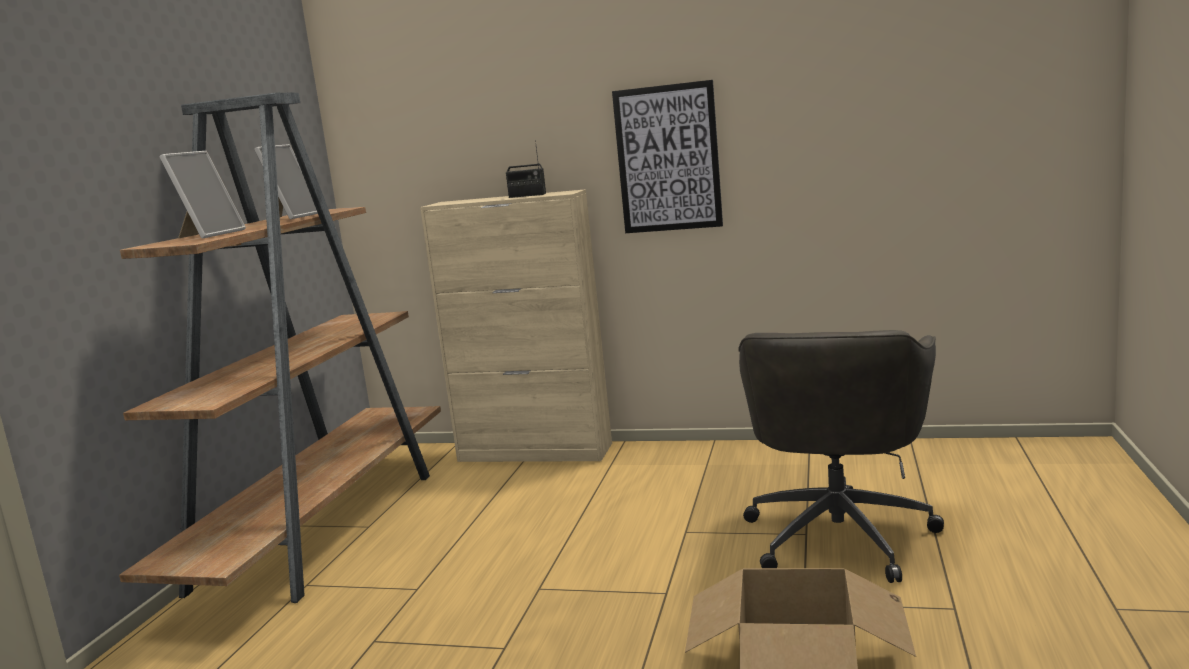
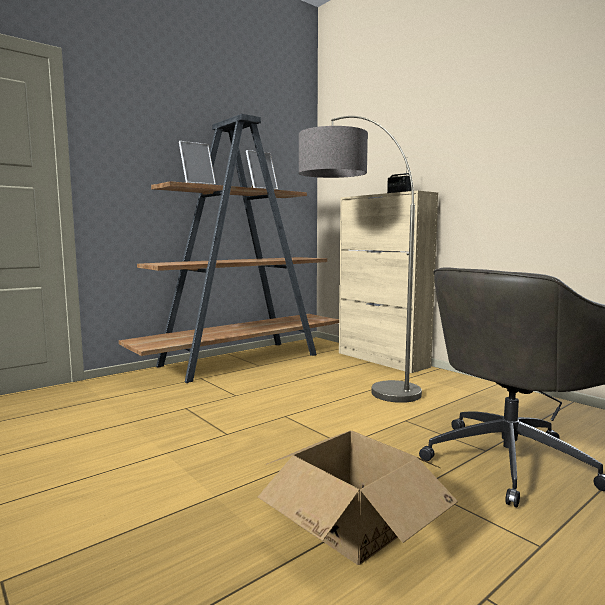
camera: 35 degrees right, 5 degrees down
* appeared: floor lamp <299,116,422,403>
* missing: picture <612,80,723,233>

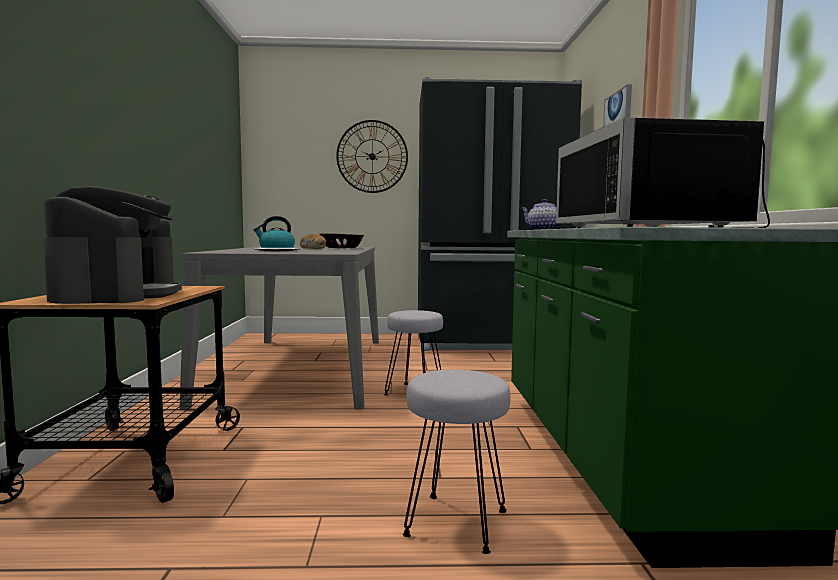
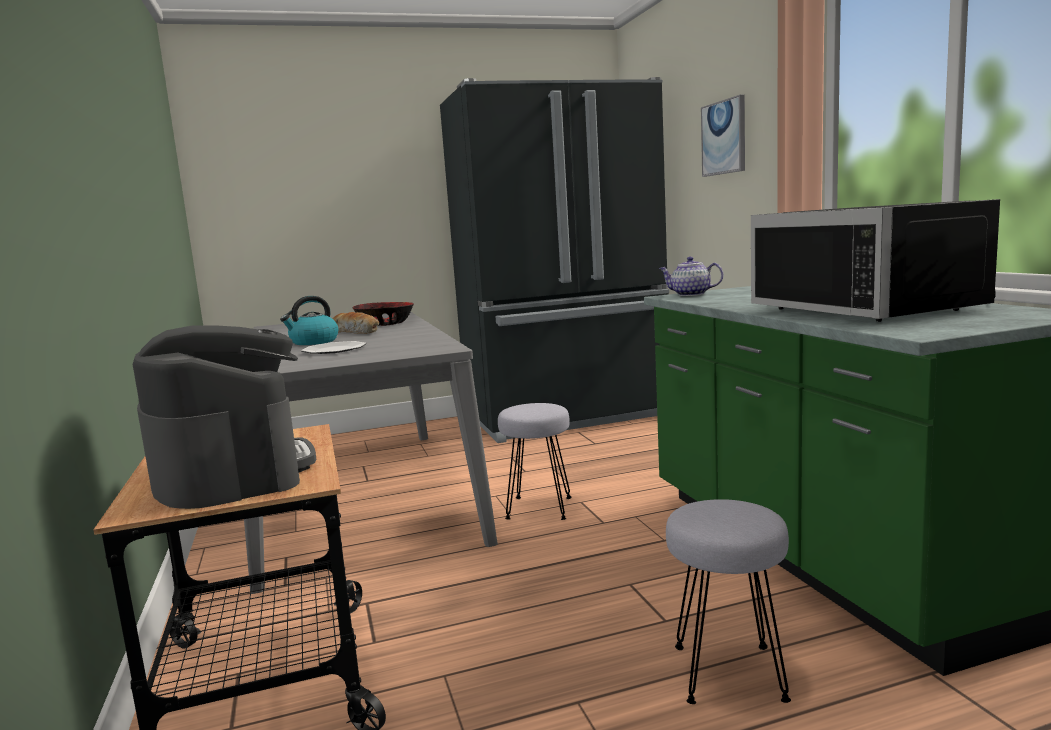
camera: 15 degrees left, 5 degrees up
* missing: wall clock <336,120,408,193>

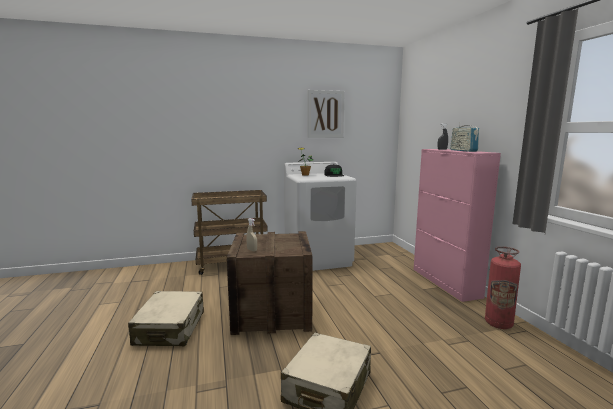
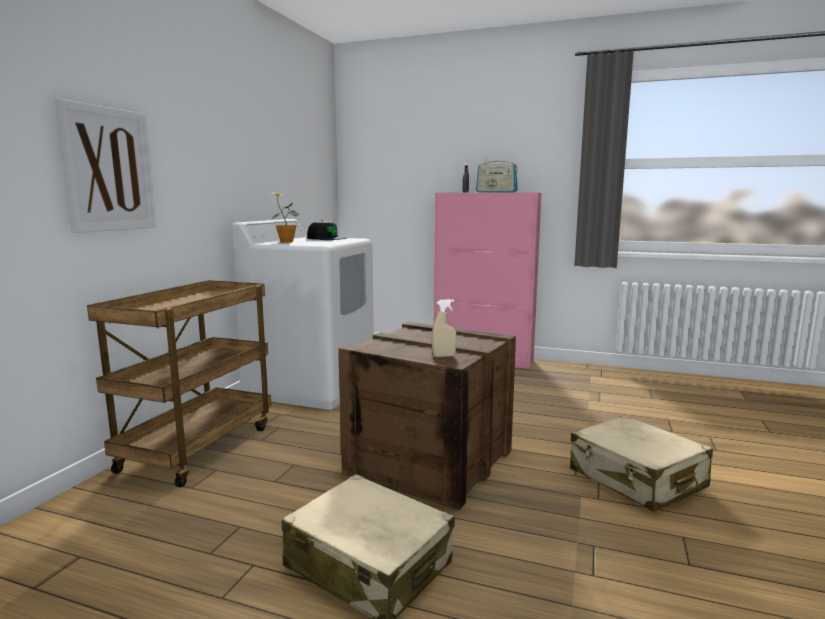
camera: 55 degrees left, 0 degrees up
* relocated: picture <308,90,345,138> to <54,98,156,233>
* missing: fire extinguisher <485,246,521,329>

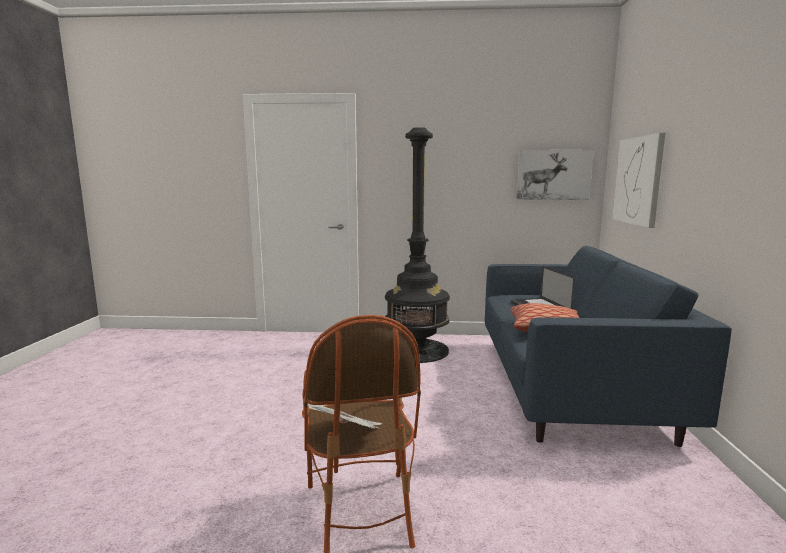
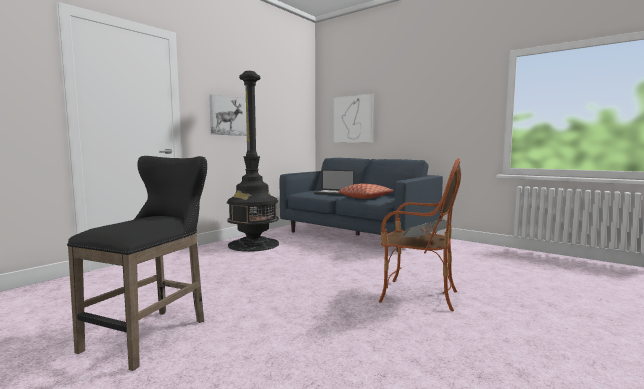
camera: 55 degrees left, 5 degrees down
* appeared: black stool <67,156,207,371>
* relocated: picture <516,150,594,200> to <209,94,257,136>

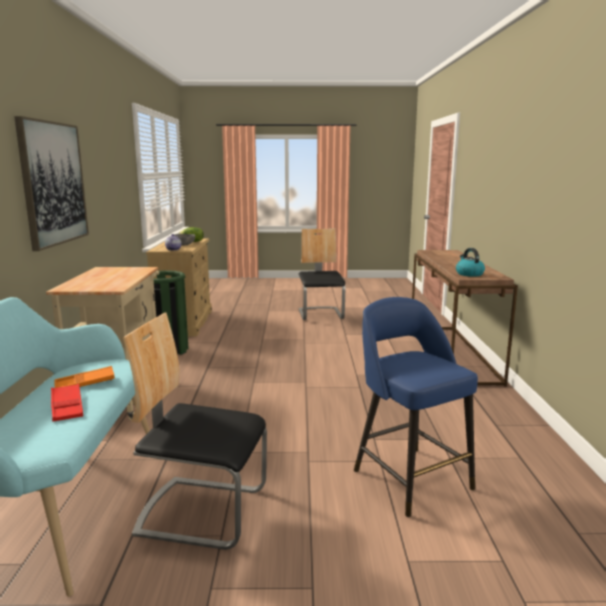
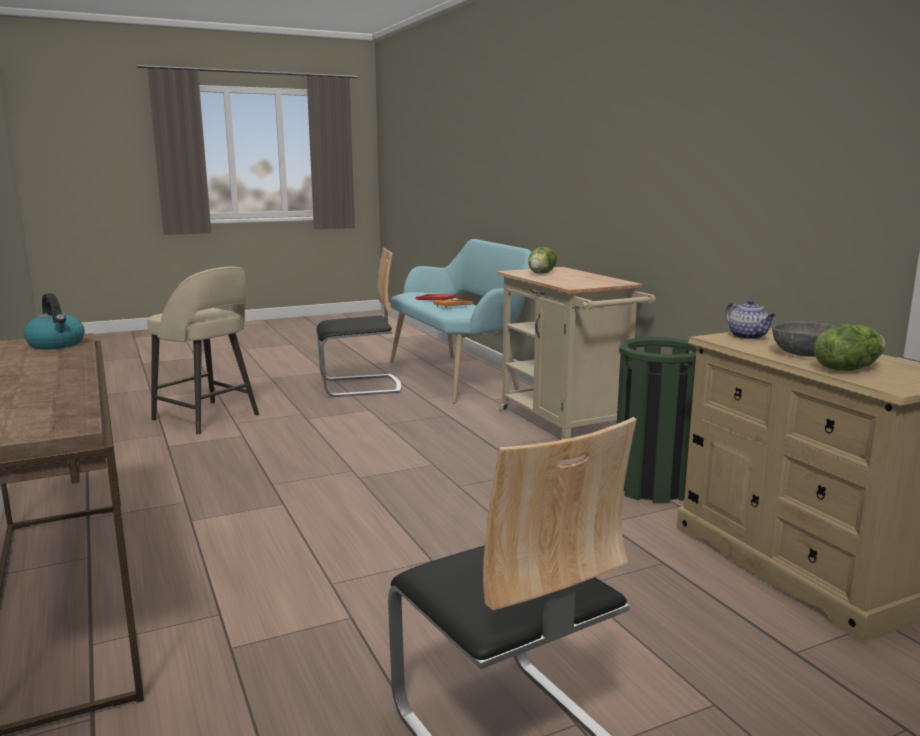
camera: 155 degrees right, 0 degrees up
* colour: blue stool <354,297,478,517> to beige stool <147,266,259,435>
* appeared: lettuce <528,247,557,274>
* missing: picture <14,116,89,251>

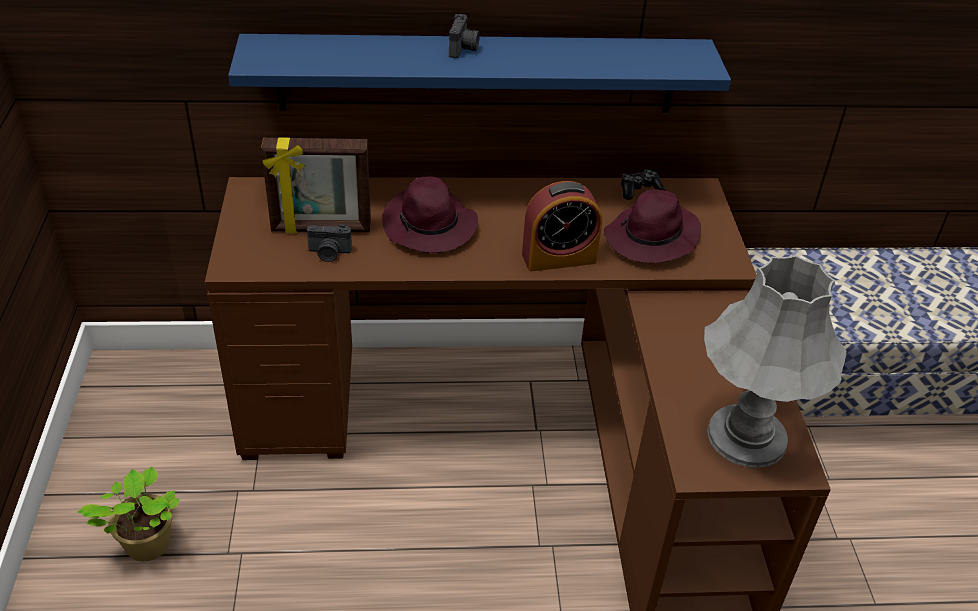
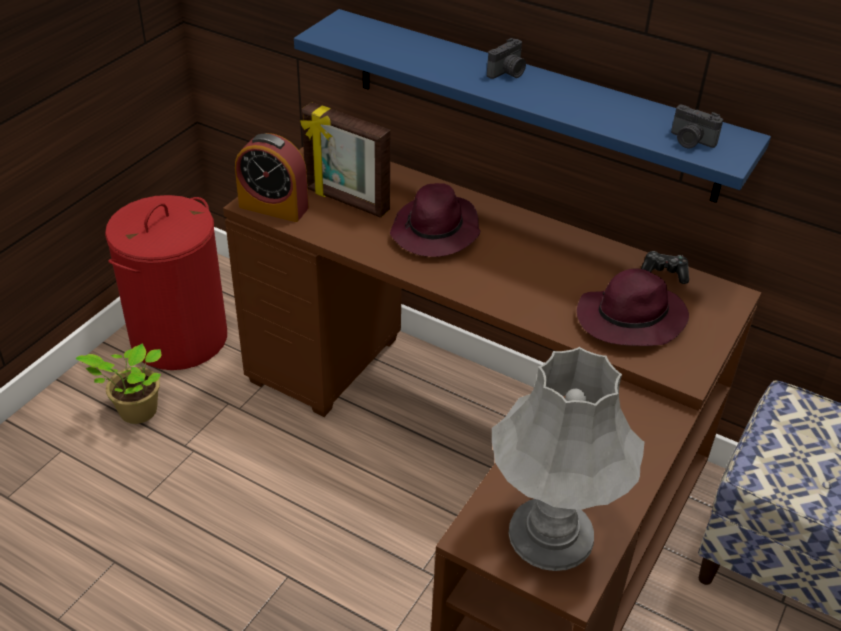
camera: 35 degrees right, 0 degrees up
* appeared: red laundry basket <105,195,227,370>
* relocated: alarm clock <522,181,602,272> to <235,133,309,222>
* relocated: photo camera <307,224,352,262> to <671,105,723,149>

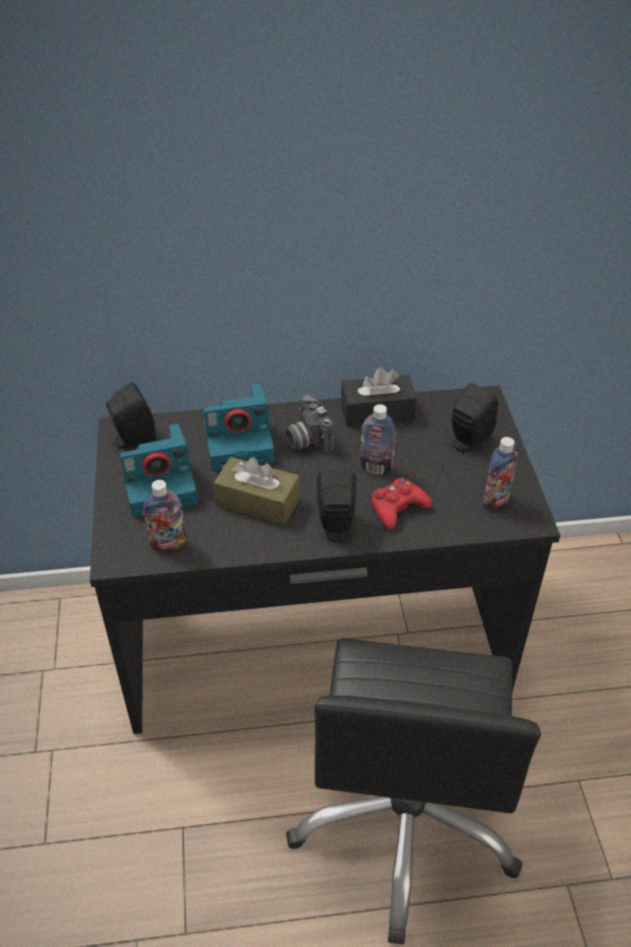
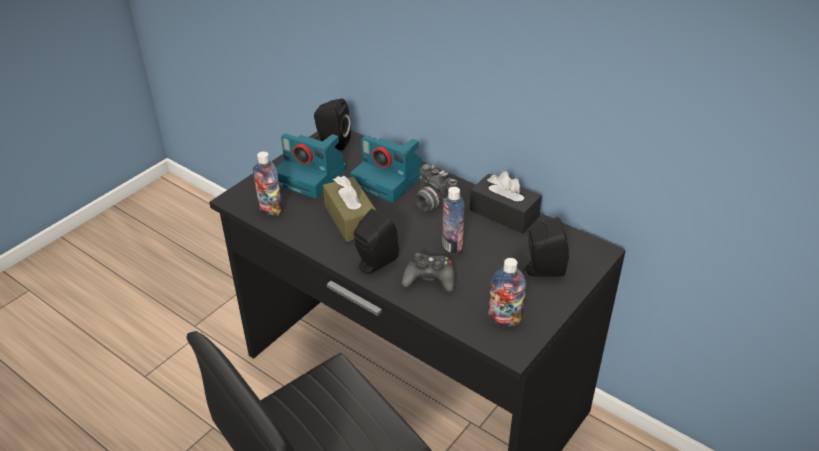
camera: 45 degrees right, 5 degrees down
* colour: red game controller <371,478,432,530> to black game controller <402,252,455,291>
* spun: photo camera <286,395,334,453> = <416,164,458,211> 60 degrees counterclockwise

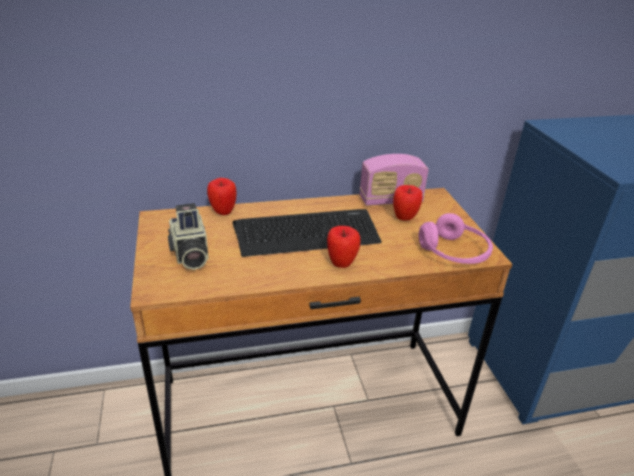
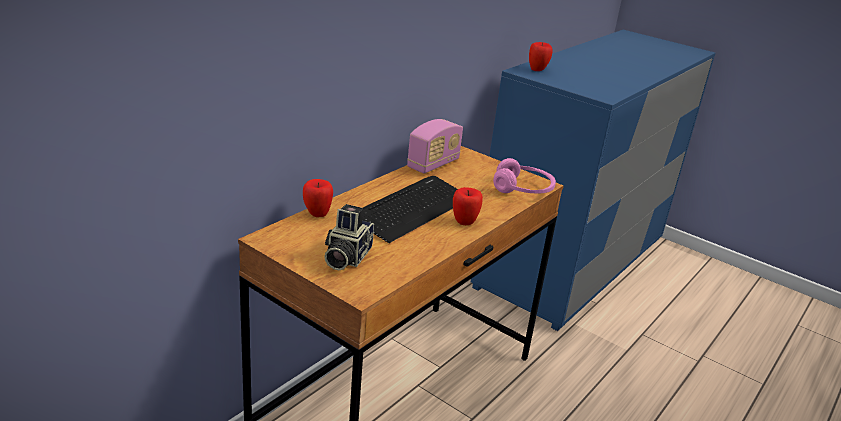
camera: 40 degrees left, 5 degrees down
* spun: photo camera <168,203,209,270> = <324,204,374,270> 75 degrees clockwise
* relocated: apple <393,185,422,221> to <529,42,553,71>

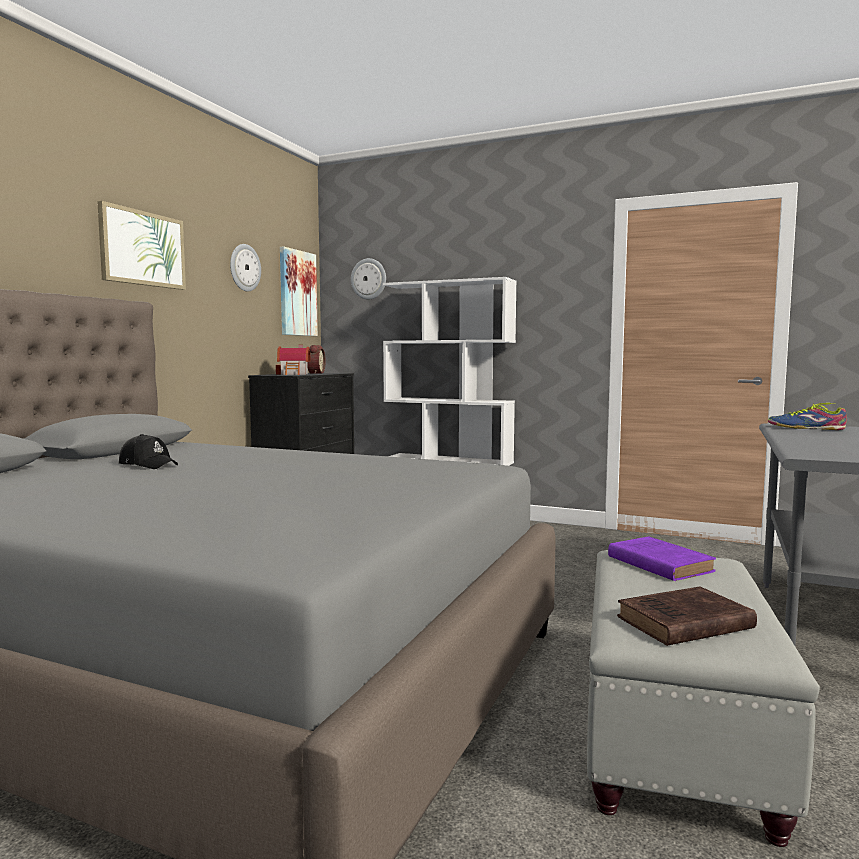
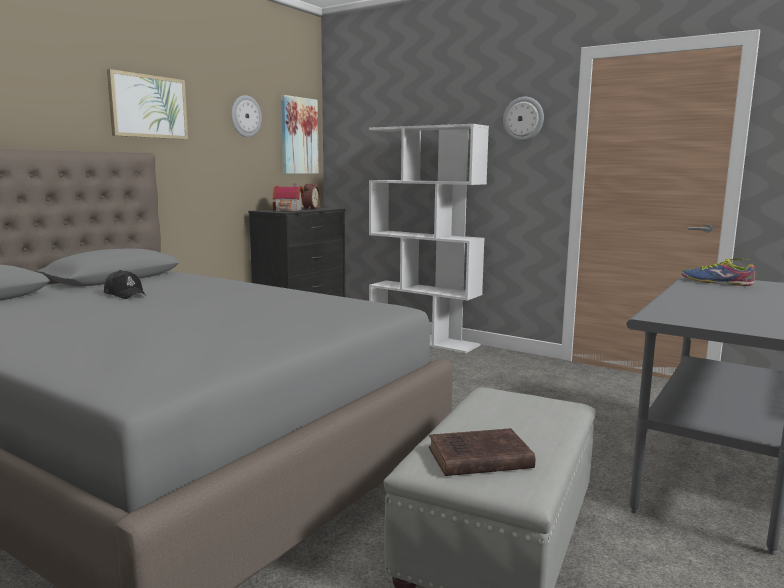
camera: 10 degrees right, 5 degrees up
* relocated: wall clock <351,258,386,299> to <503,97,544,141>
* missing: purple book <608,536,716,581>

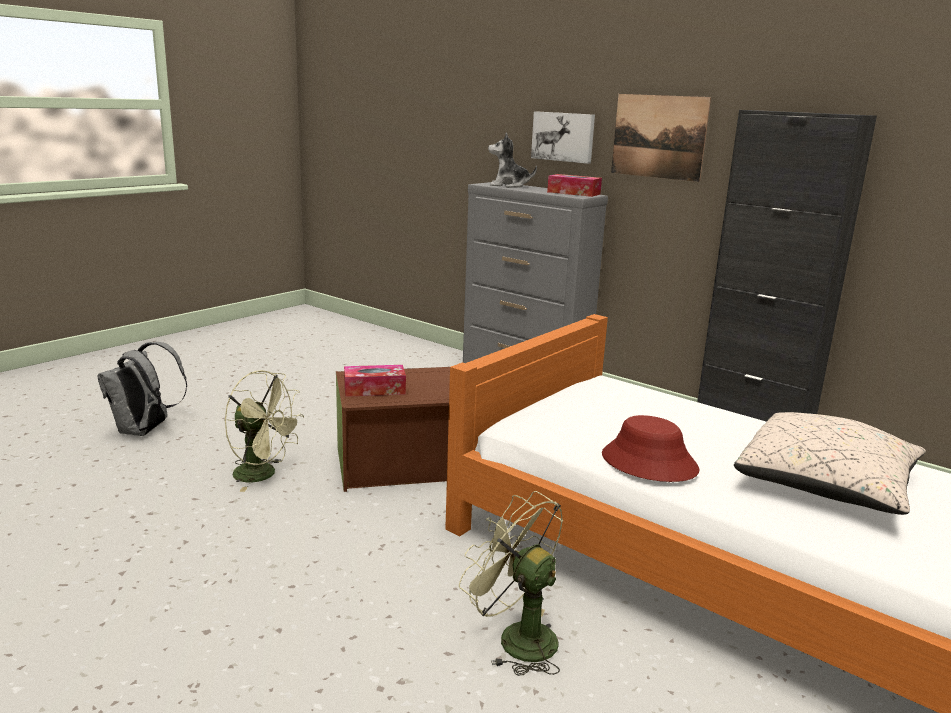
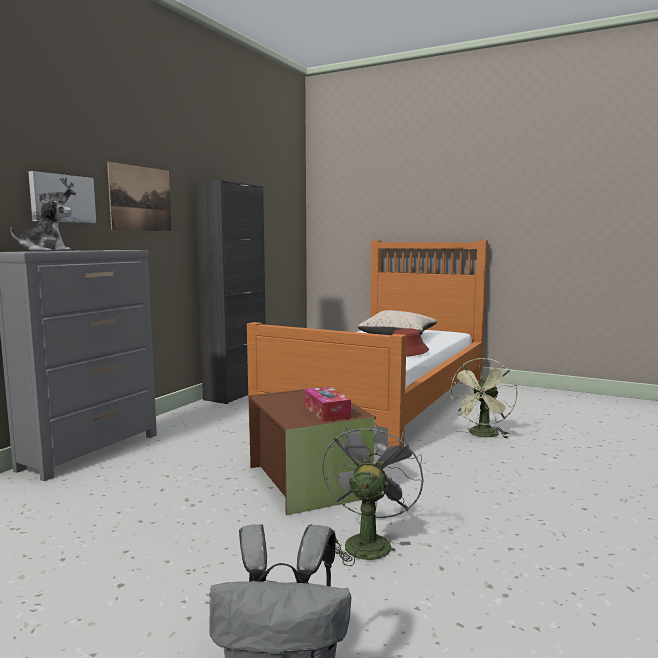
camera: 100 degrees left, 10 degrees down
* spun: plush toy <488,132,537,188> = <10,192,71,252> 120 degrees counterclockwise
* colour: green fan <224,370,304,492> to grey fan <322,420,424,566>
* missing: tissue box <547,174,602,197>

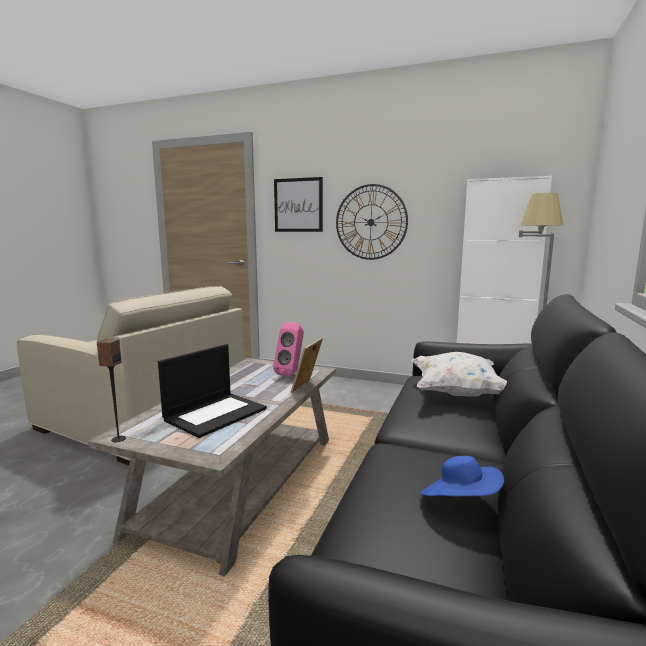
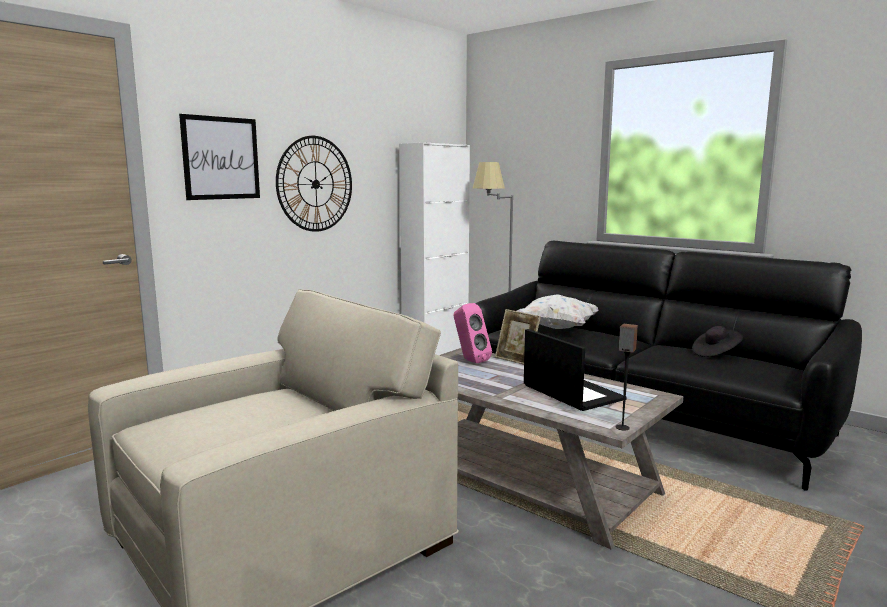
camera: 70 degrees left, 0 degrees up
* colour: blue hat <420,456,504,497> to black hat <692,326,743,357>

